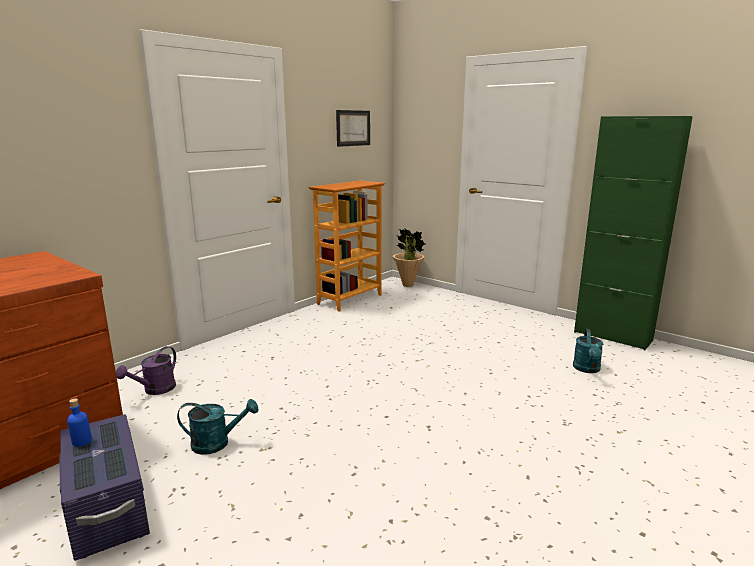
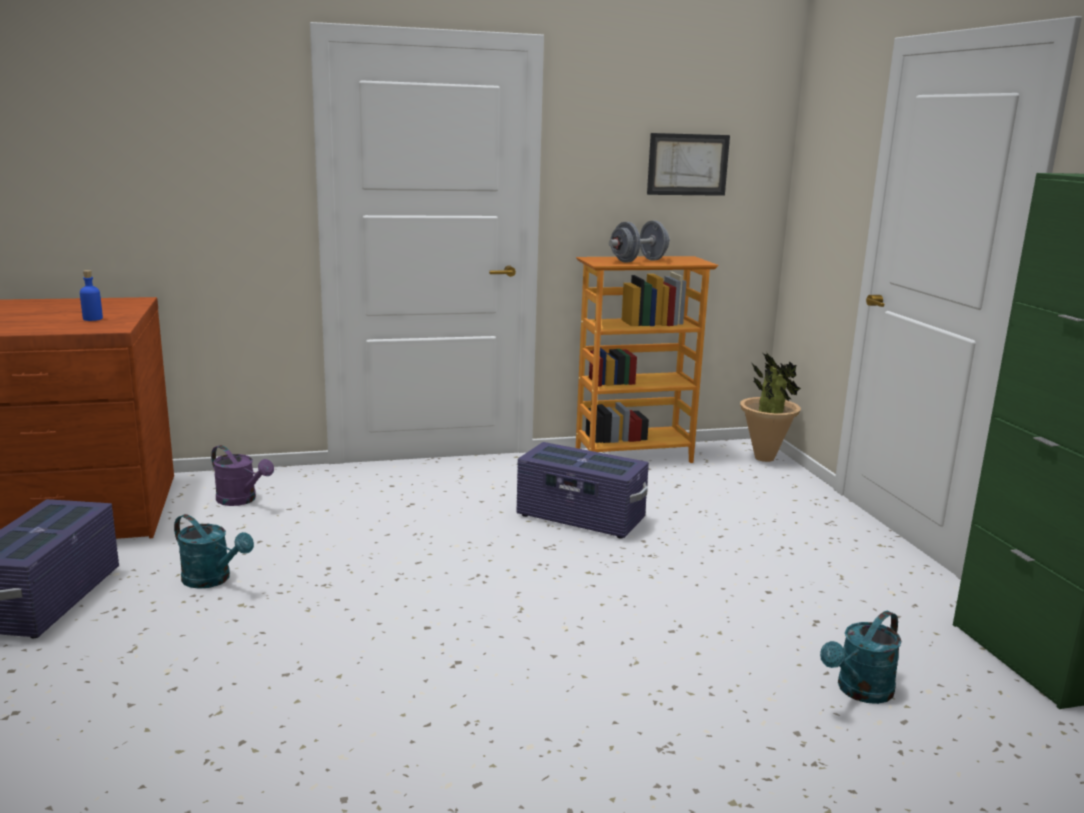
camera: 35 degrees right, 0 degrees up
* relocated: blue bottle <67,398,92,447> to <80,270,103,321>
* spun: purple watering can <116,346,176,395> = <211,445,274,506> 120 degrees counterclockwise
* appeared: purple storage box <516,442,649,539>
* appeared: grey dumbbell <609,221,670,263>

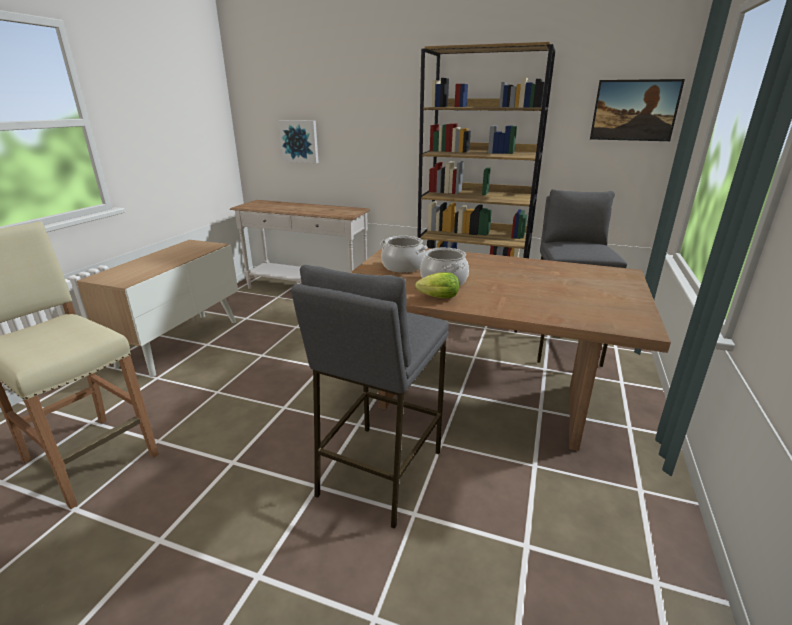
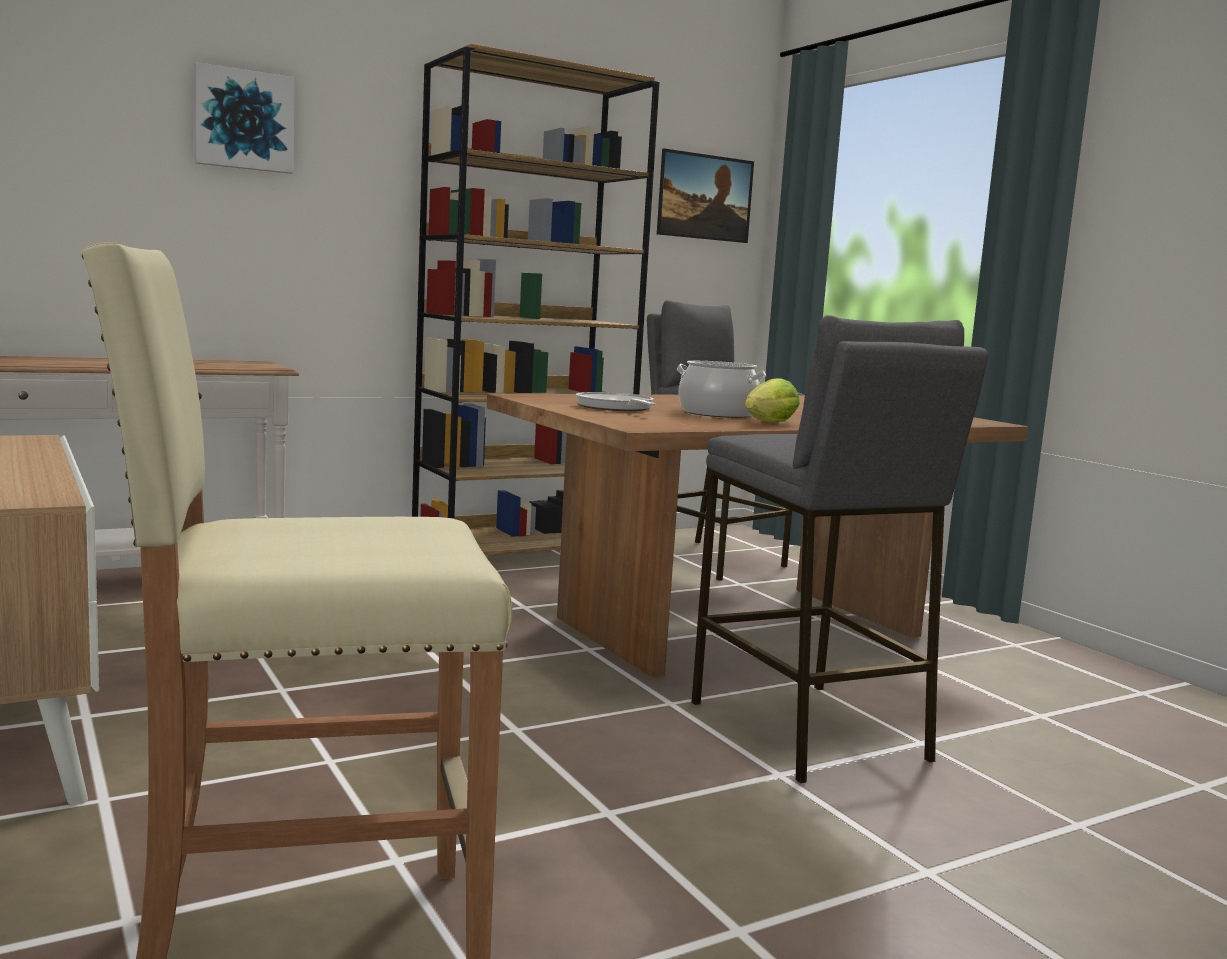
camera: 50 degrees left, 15 degrees down
* relocated: picture <278,120,319,163> to <194,62,295,174>
* exchanged: cooking pot <380,236,428,273> to frying pan <576,392,656,411>

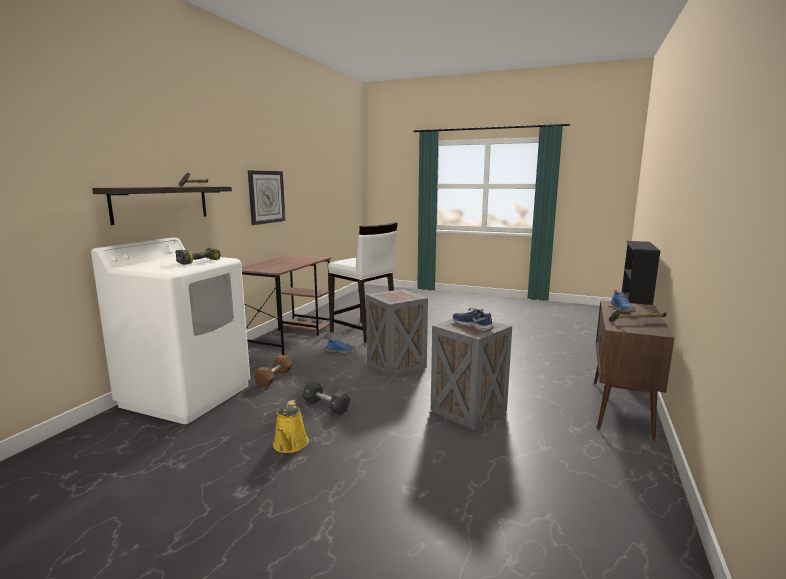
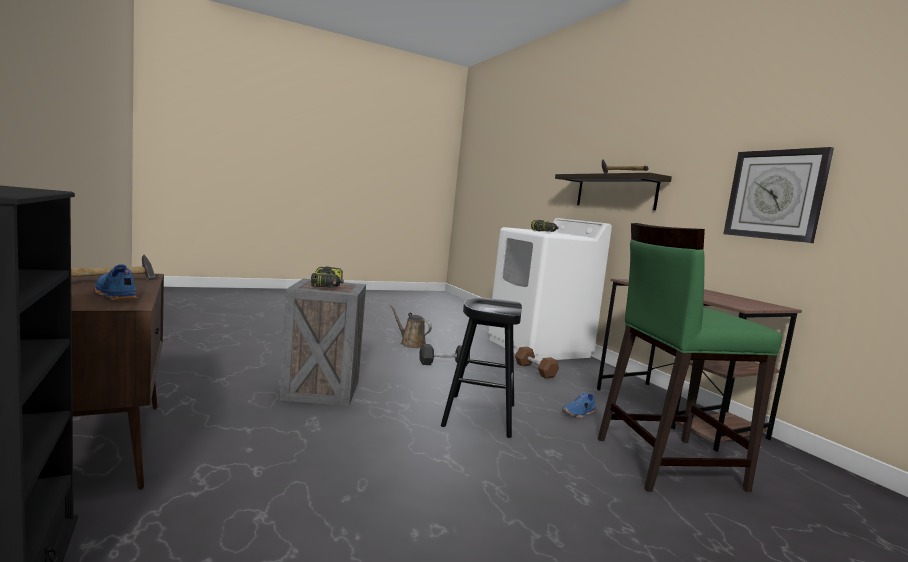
camera: 130 degrees right, 5 degrees down
* exchanged: blue shoe <453,308,494,331> to power drill <311,266,344,288>
* colour: yellow watering can <273,400,309,453> to brown watering can <390,304,432,348>
* exchanged: crate <366,289,428,378> to black stool <441,298,522,438>
* colour: white stool <328,222,398,343> to green stool <598,223,782,492>

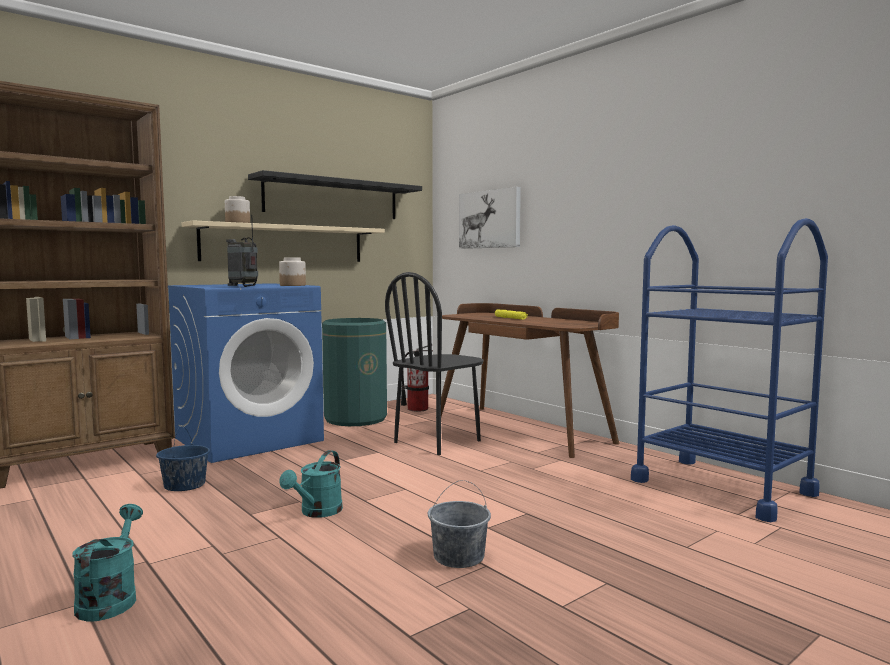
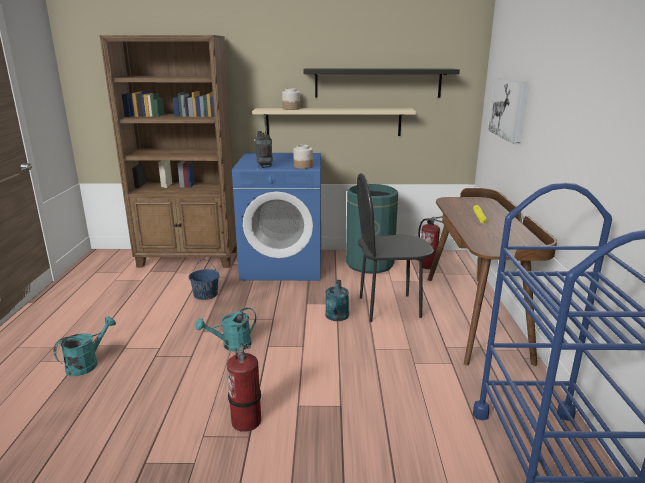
camera: 40 degrees right, 15 degrees up
* exchanged: grey bucket <428,480,491,568> to fire extinguisher <227,343,261,432>
* appeared: turquoise watering can <325,280,349,321>

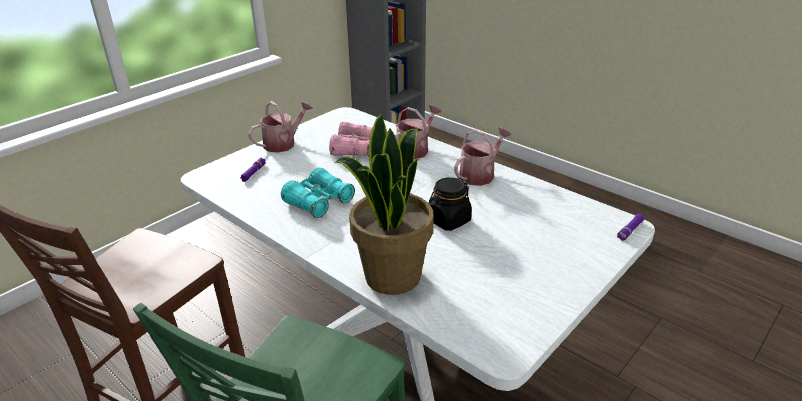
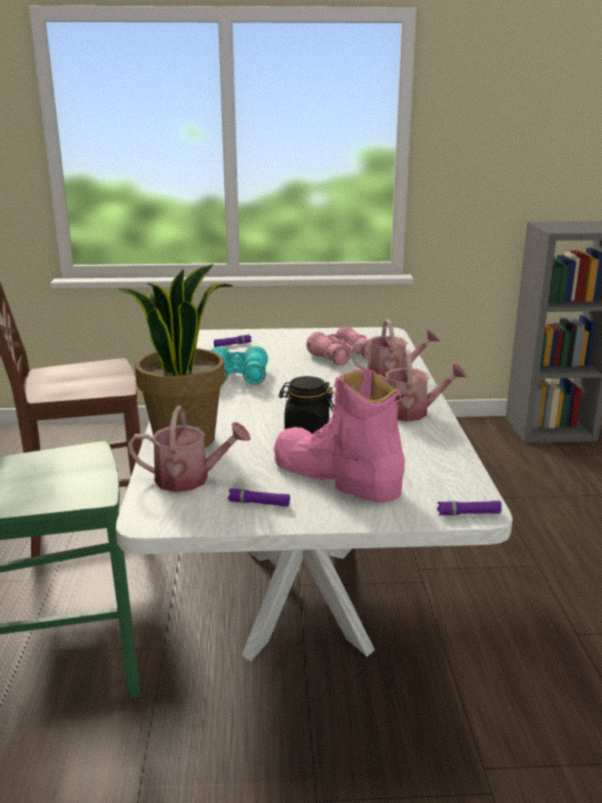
camera: 45 degrees right, 10 degrees down
* relocated: watering can <248,101,313,153> to <128,406,251,492>
* appeared: purple flashlight <228,488,290,507>
* appeared: pink boot <274,370,405,503>

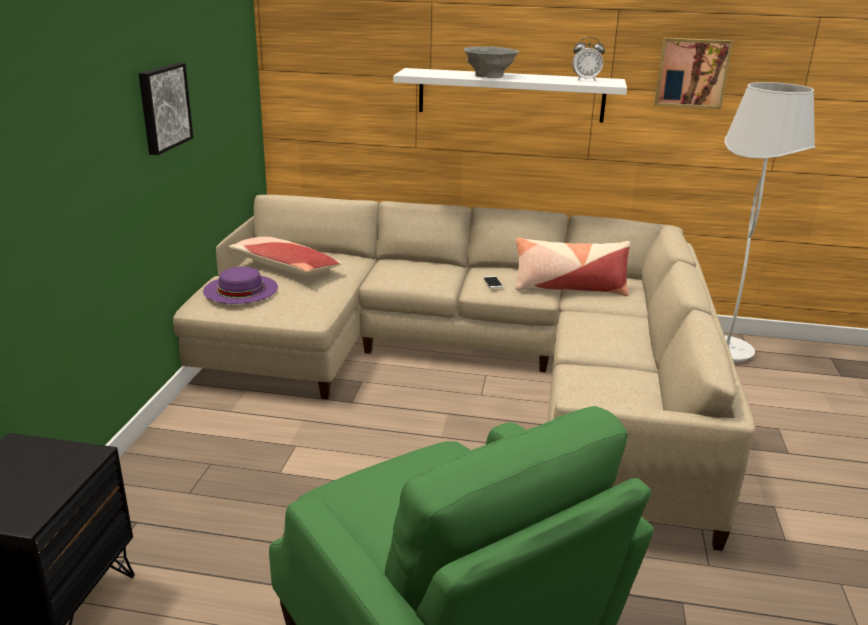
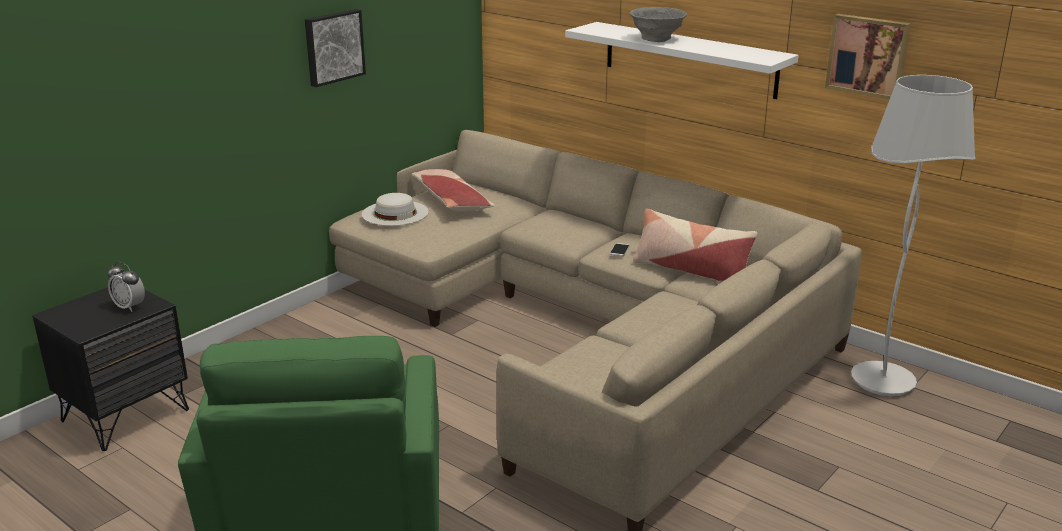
camera: 30 degrees right, 0 degrees up
* relocated: alarm clock <572,37,605,81> to <107,262,145,312>
* colour: purple hat <203,267,278,304> to white hat <362,193,429,226>

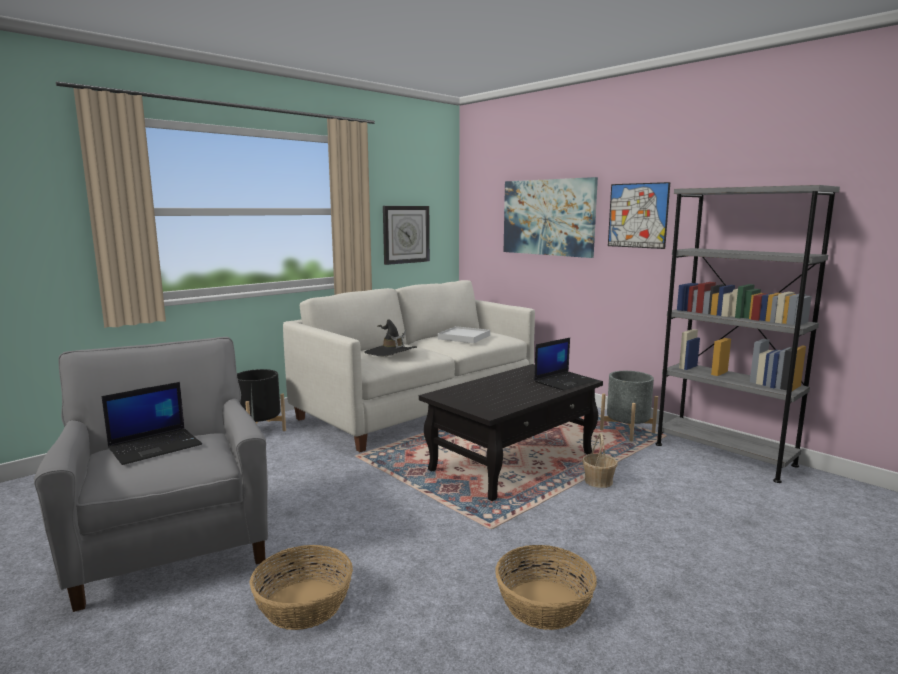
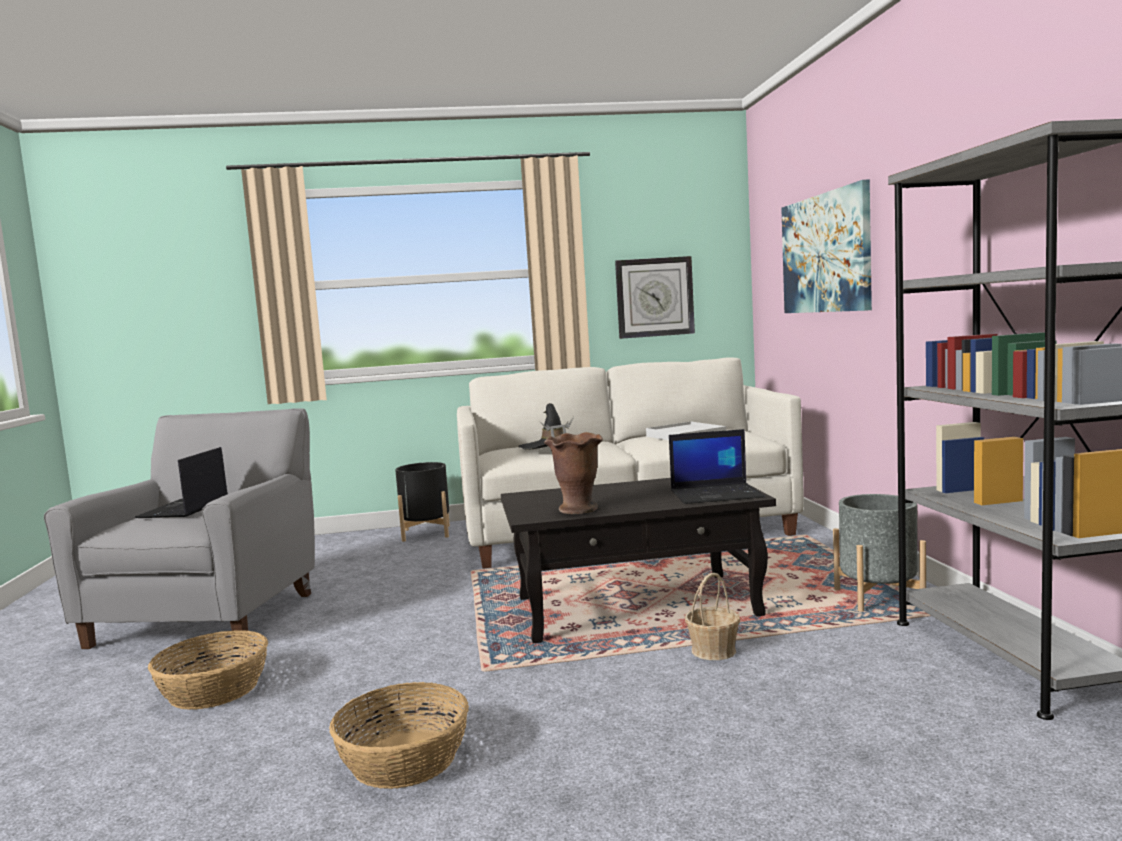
camera: 35 degrees right, 5 degrees down
* spun: laptop <102,382,202,465> = <135,447,228,518> 105 degrees clockwise
* appeared: brown vase <544,432,603,514>
* missing: picture <608,182,670,249>

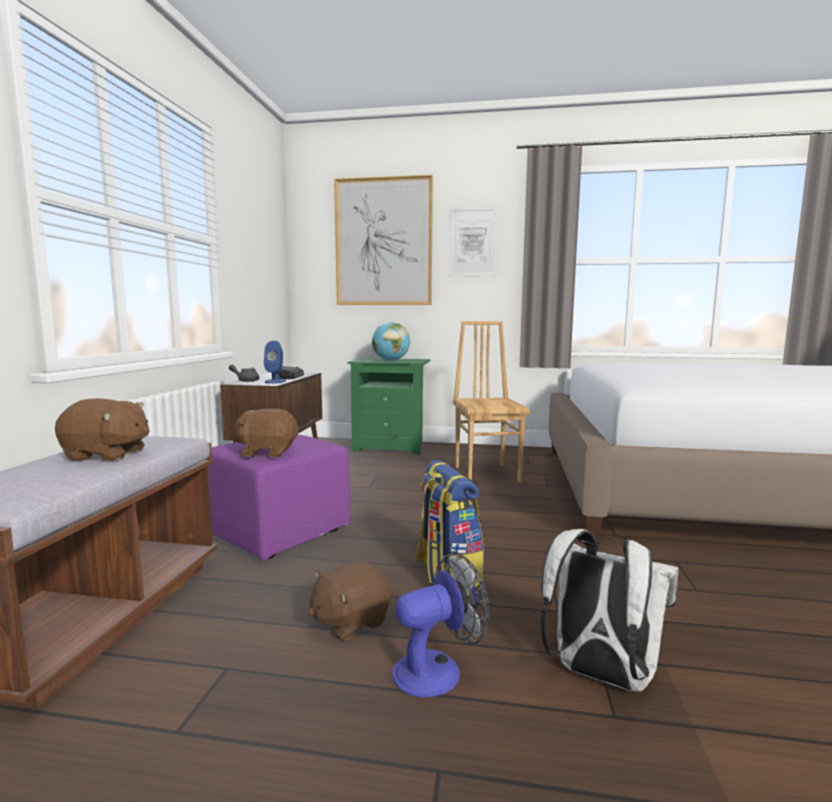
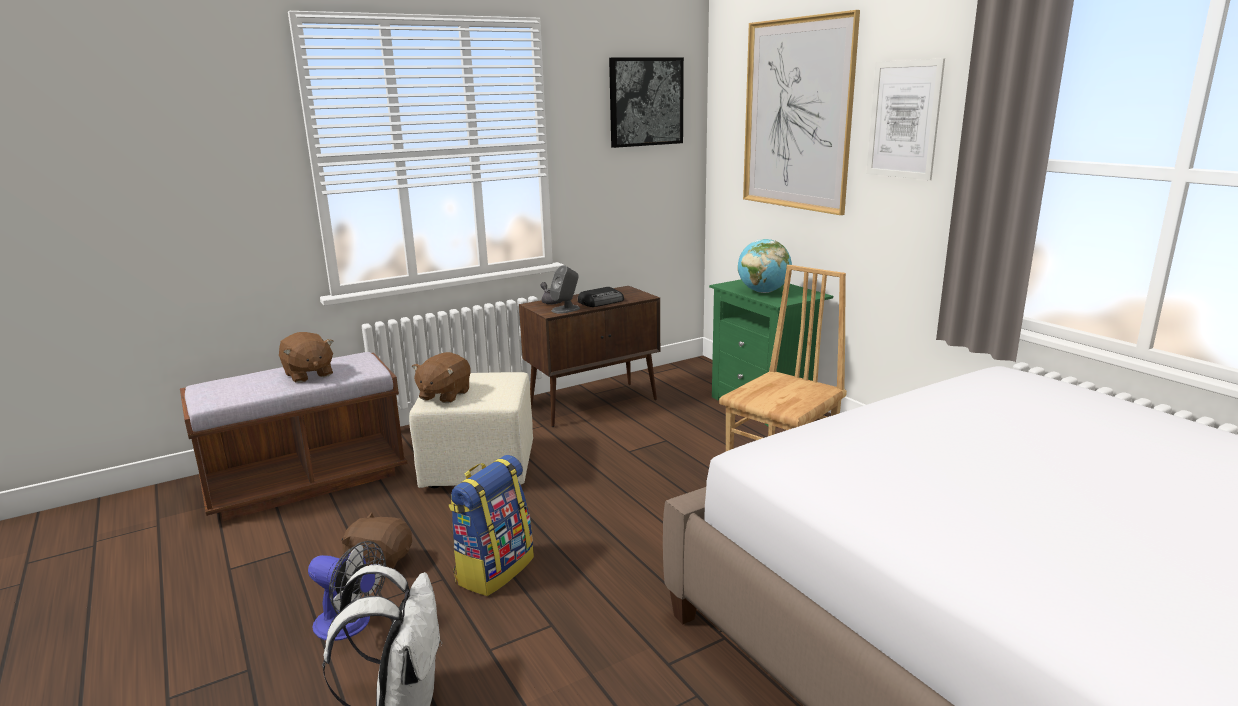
camera: 50 degrees right, 10 degrees up
* colour: purple ottoman <208,435,351,560> to beige ottoman <409,372,533,488>
* spun: brown plush toy <231,408,298,457> = <412,352,471,403> 120 degrees counterclockwise
* colour: blue speaker <264,341,286,384> to grey speaker <550,265,580,314>
* appeared: picture <609,57,684,148>

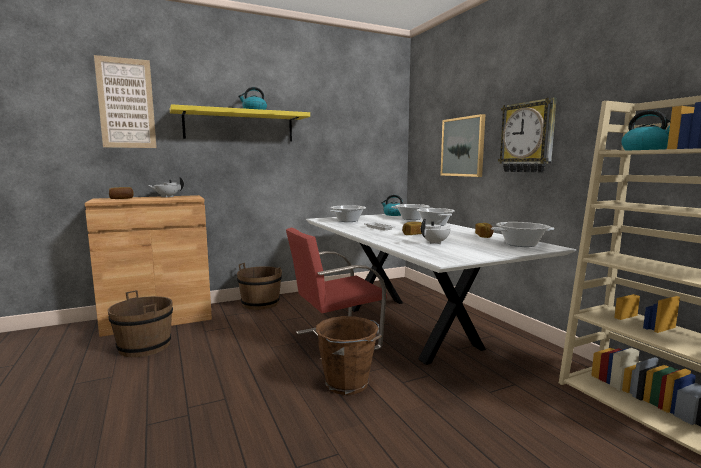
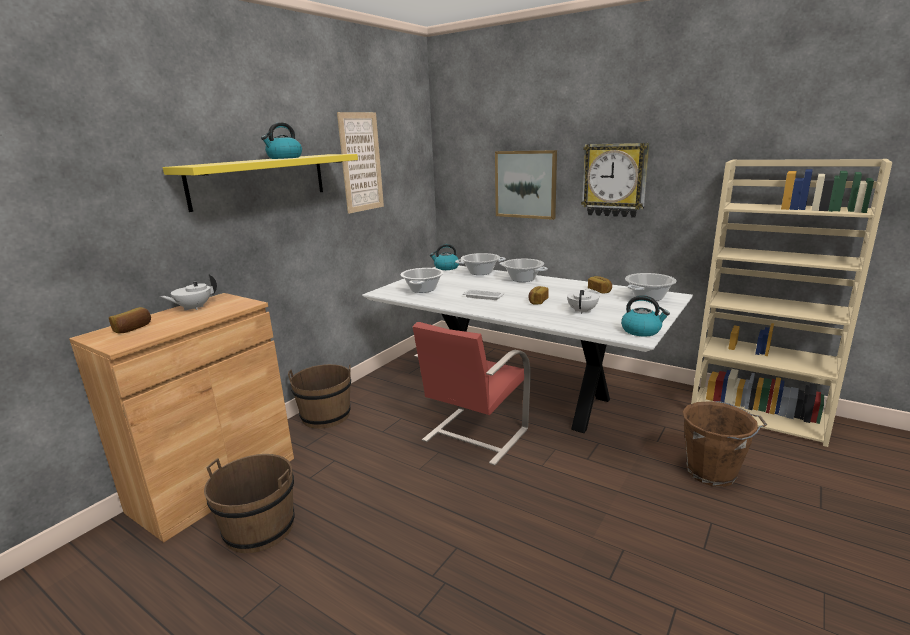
camera: 30 degrees left, 10 degrees up
* relocated: picture <94,55,157,148> to <337,112,384,214>
* relocated: kettle <621,110,671,151> to <621,295,670,336>
* relocated: brown bucket <316,316,382,395> to <682,401,767,487>

